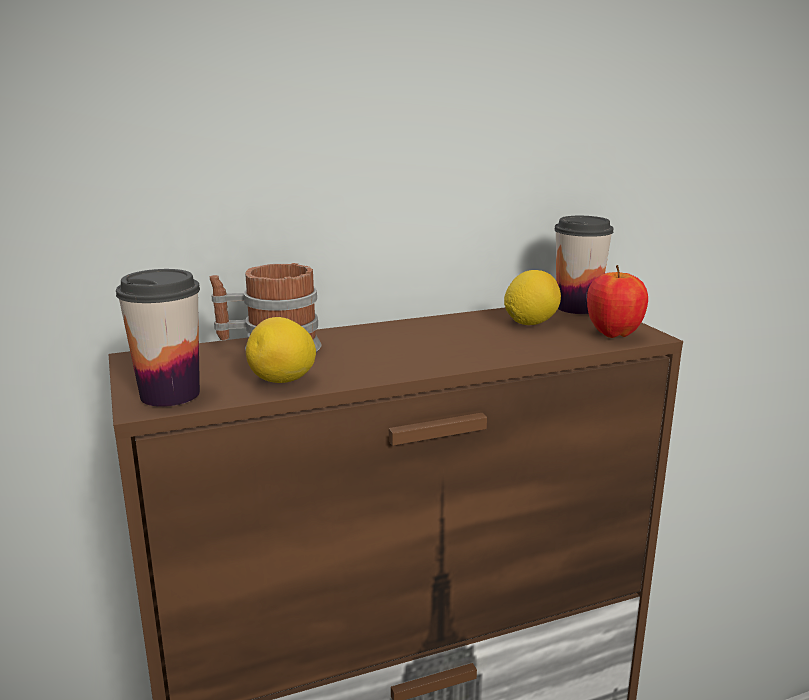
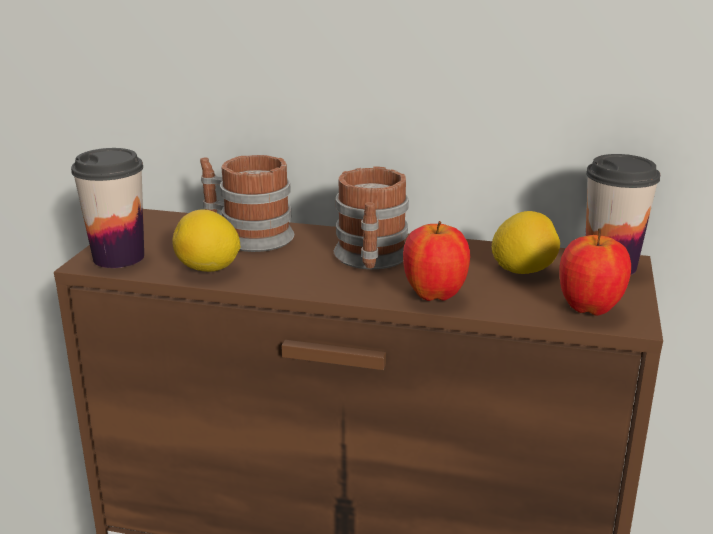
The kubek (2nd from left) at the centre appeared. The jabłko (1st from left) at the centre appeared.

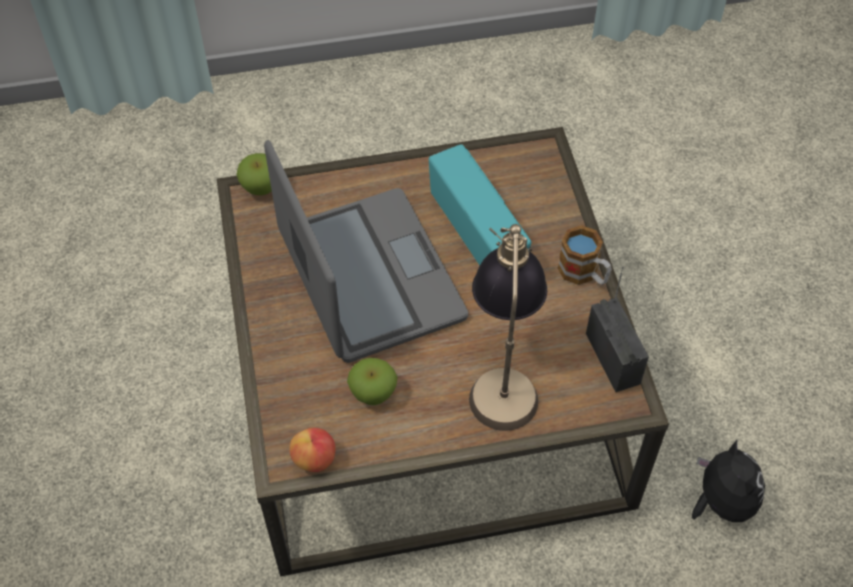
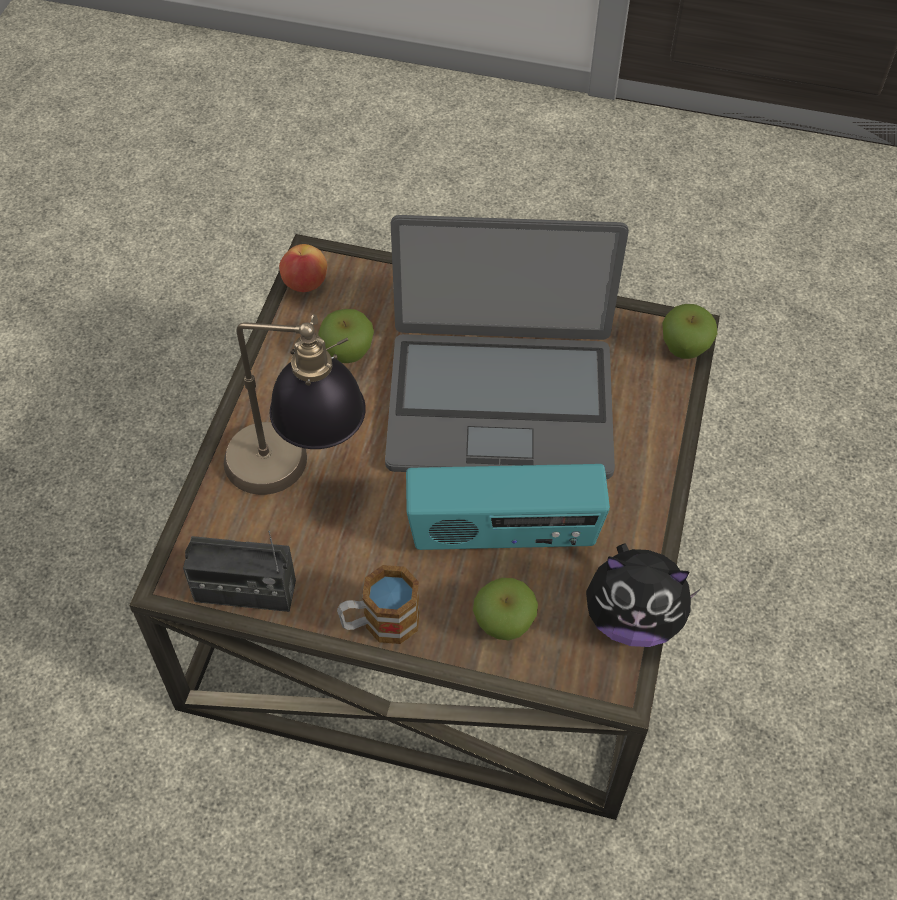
The jabłko (3rd from left) at the bottom centre appeared. The pluszak moved from the bottom right to the middle right.

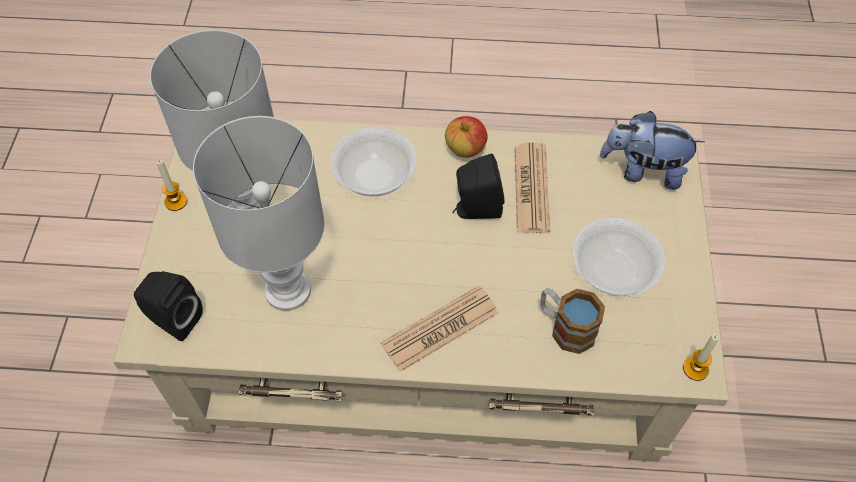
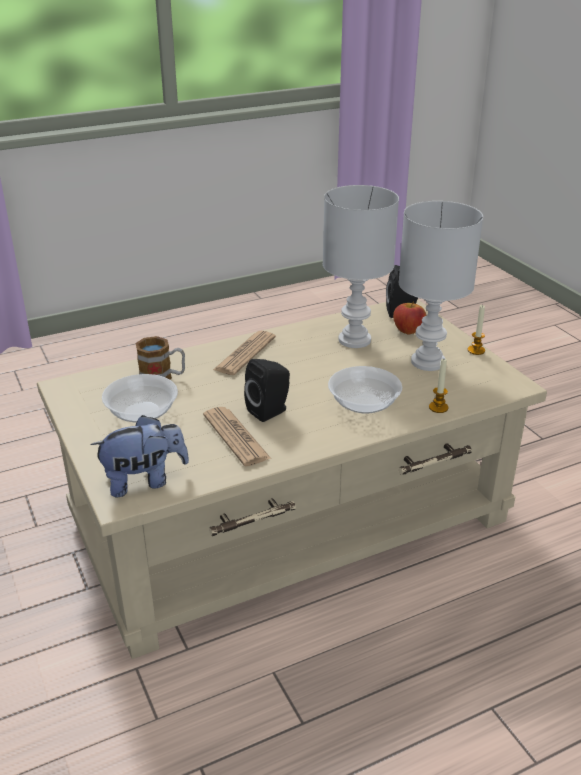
The jabłko moved from the top centre to the middle right. The świeca (2nd from left in the first image) moved from the bottom right to the middle right.

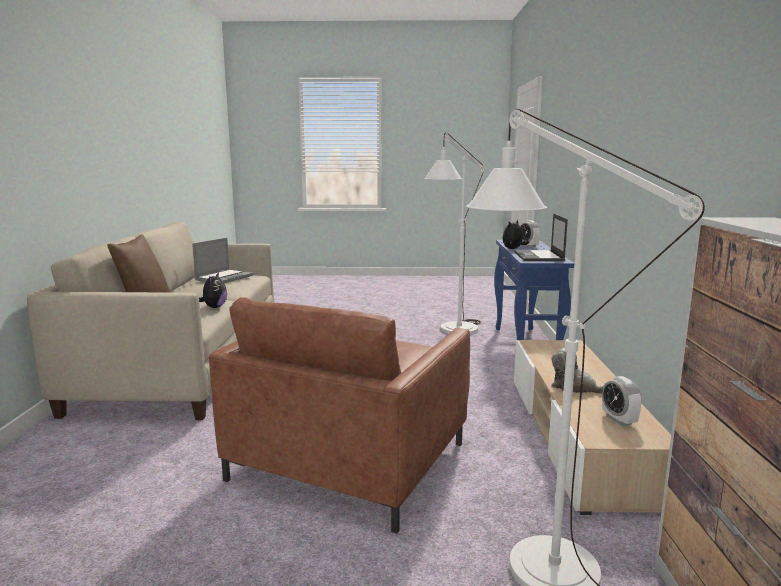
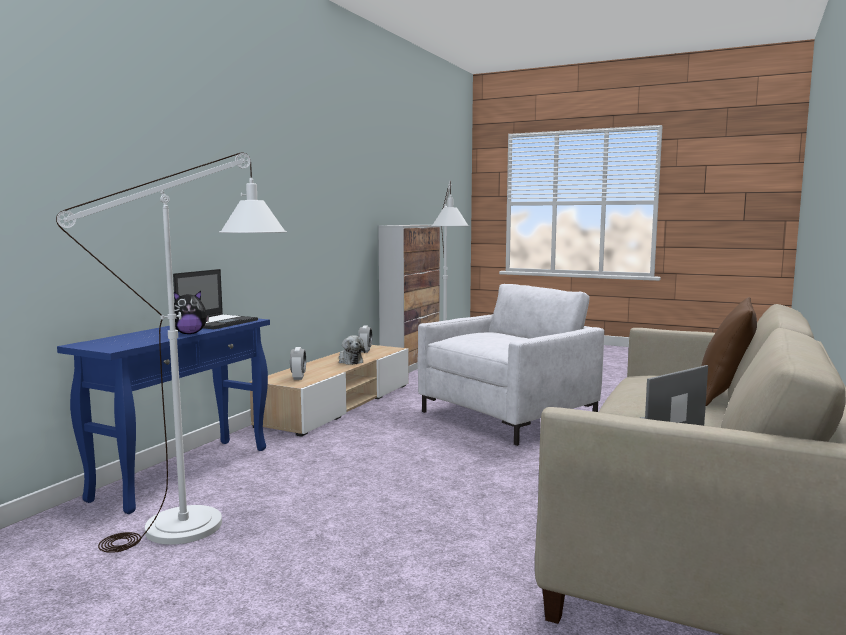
The pluszak (1st from left) at the middle left disappeared. The budzik (1st from left) moved from the middle right to the centre. The fotel [brązowy] at the bottom centre became the fotel [biały] at the centre.

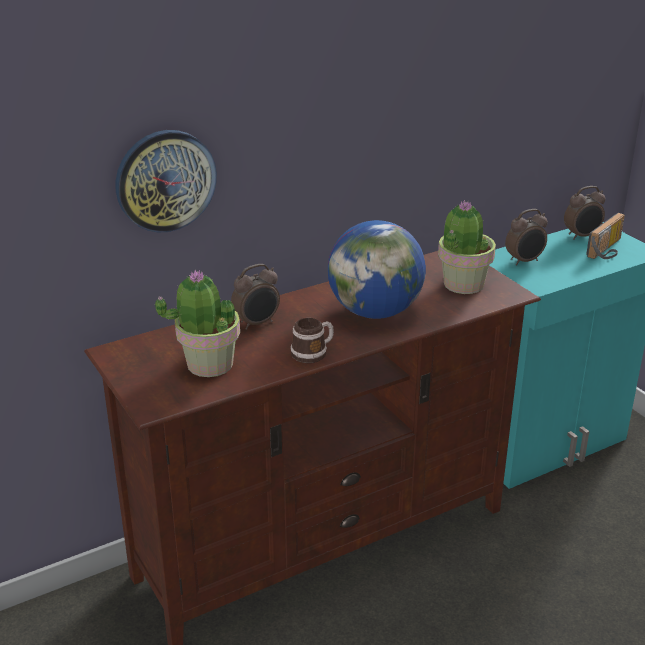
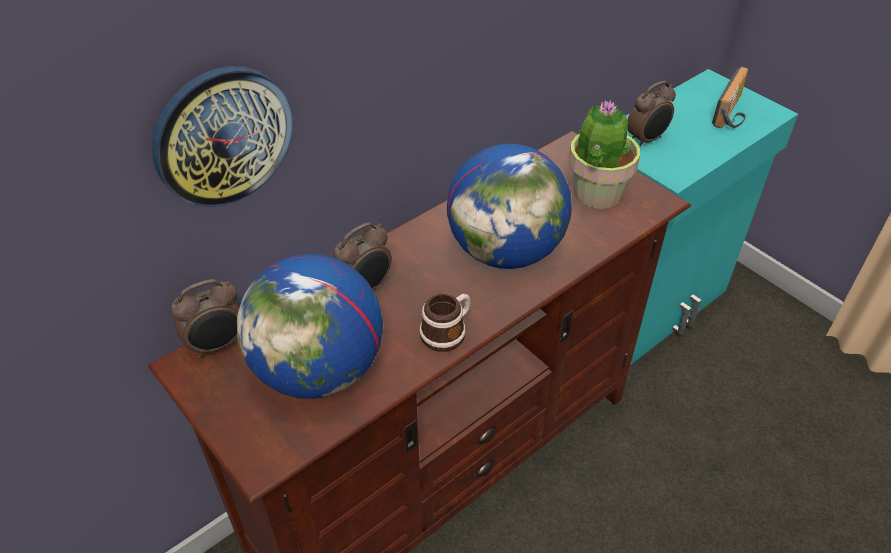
The budzik (3rd from left in the first image) moved from the top right to the middle left. The roślina doniczkowa (1st from left) at the middle left was replaced by the globus (1st from left) at the centre.

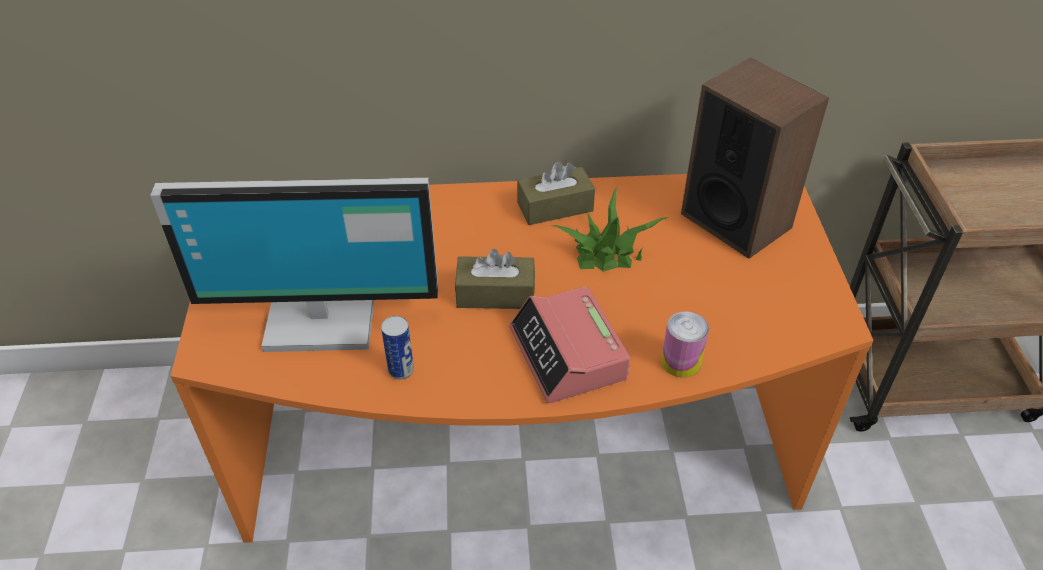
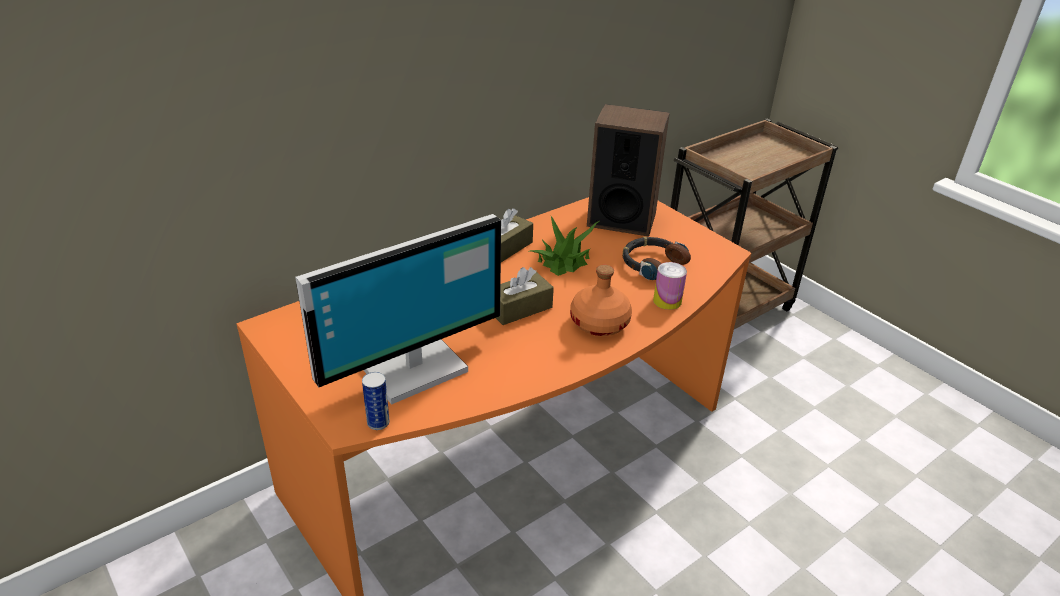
The słuchawki at the centre appeared. The puszka (1st from left) moved from the centre to the bottom centre. The budzik at the centre was replaced by the butelka [pomarańczowy] at the centre.

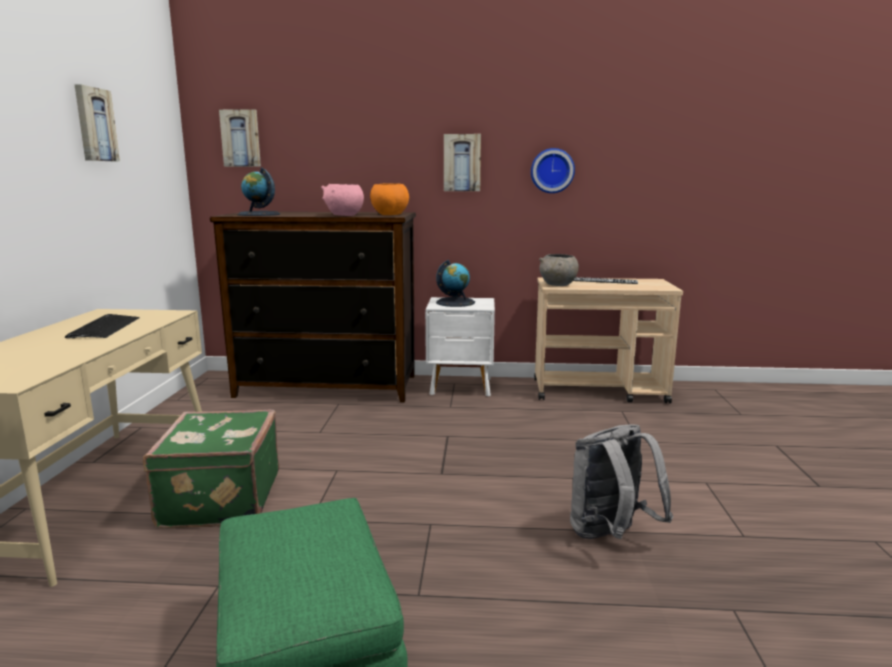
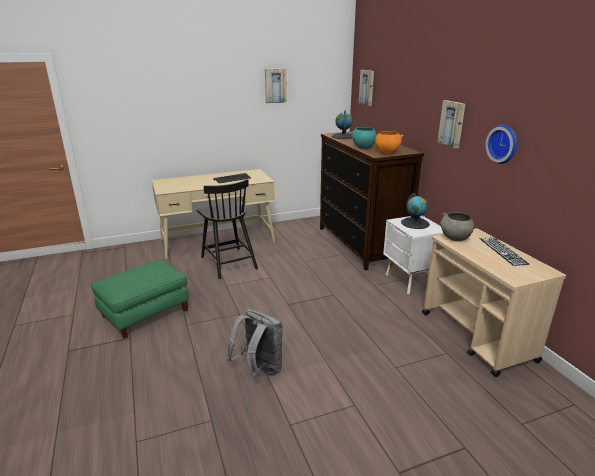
The walizka [zielony] at the bottom left was replaced by the krzesło [czarny] at the centre. The miska [różowy] at the top centre became the miska [turkusowy] at the top centre.

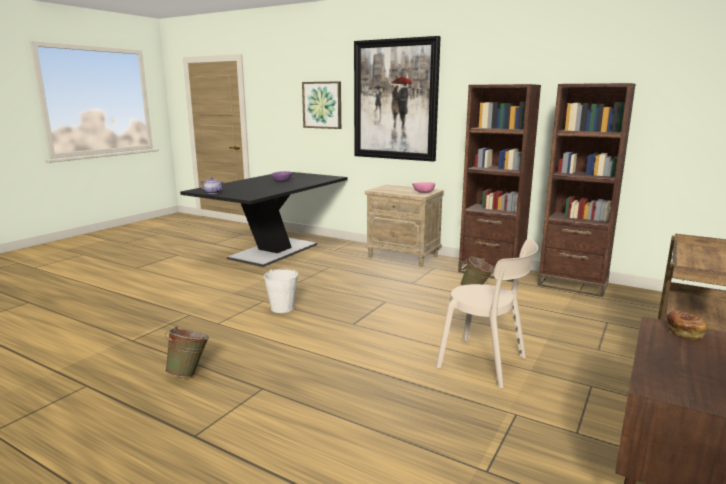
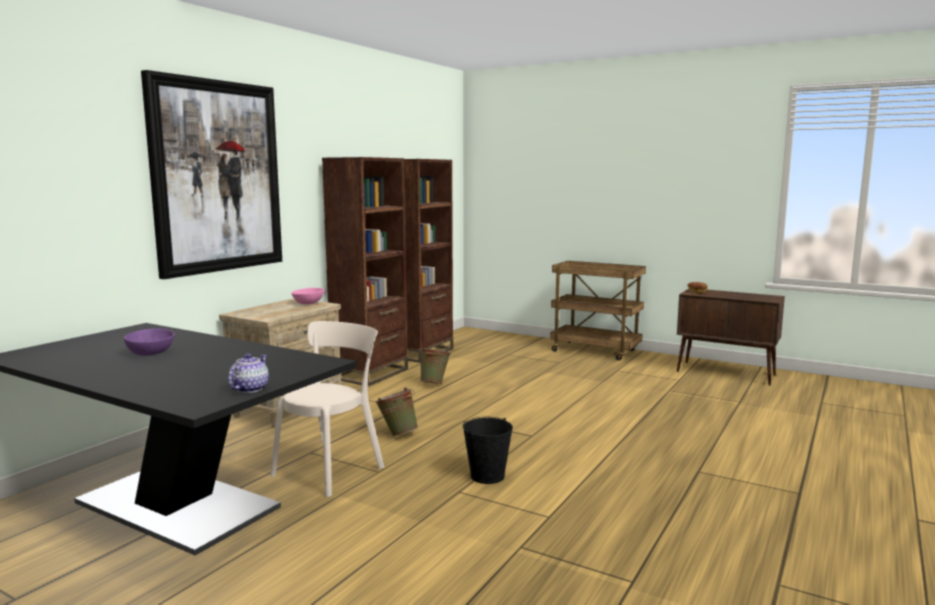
The obraz (1st from left) at the top centre disappeared. The wiadro [zielony] (1st from left) moved from the bottom left to the bottom centre. The krzesło [beżowy] moved from the middle right to the bottom centre. The wiadro [biały] at the centre became the wiadro [czarny] at the bottom centre.

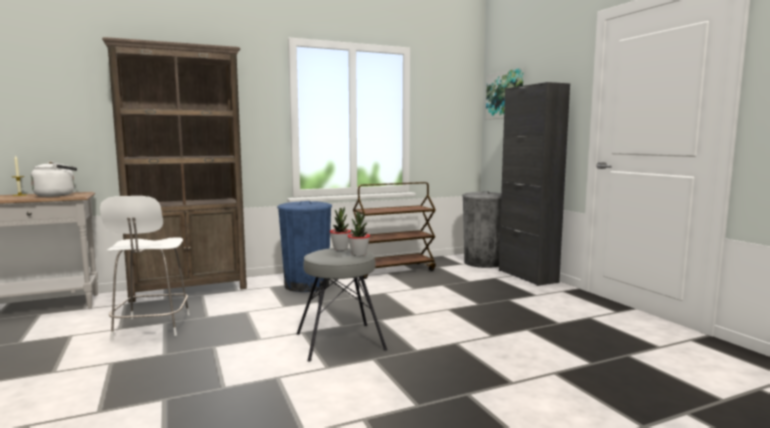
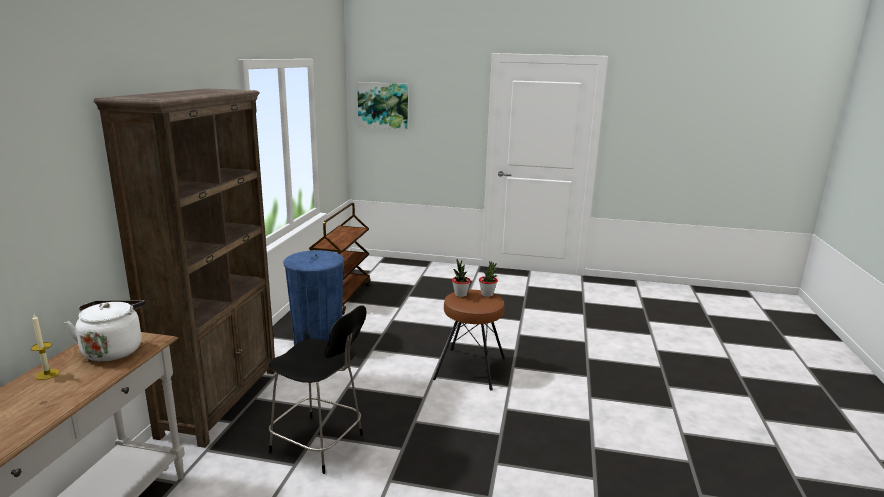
The kosz na śmieci [szary] at the centre disappeared. The szafka [czarny] at the middle right disappeared. The krzesło [biały] at the middle left became the krzesło [czarny] at the bottom centre. The stołek [szary] at the bottom centre became the stołek [brązowy] at the bottom centre.

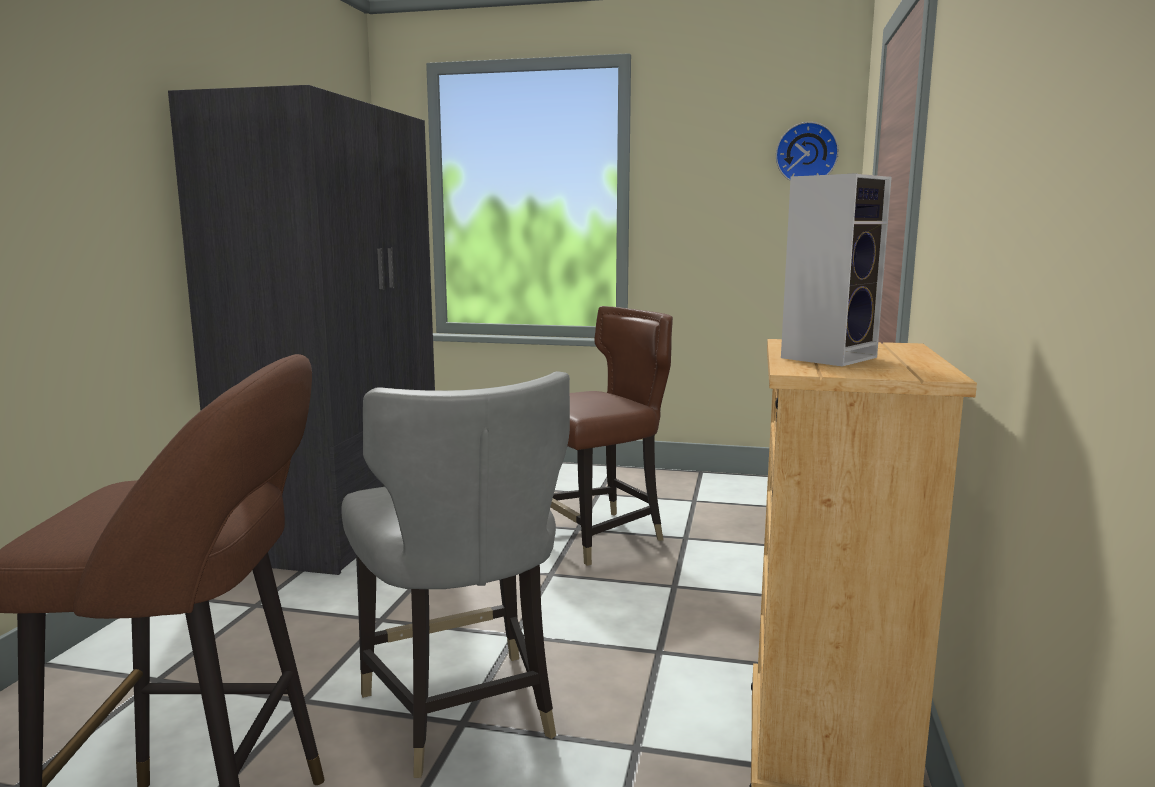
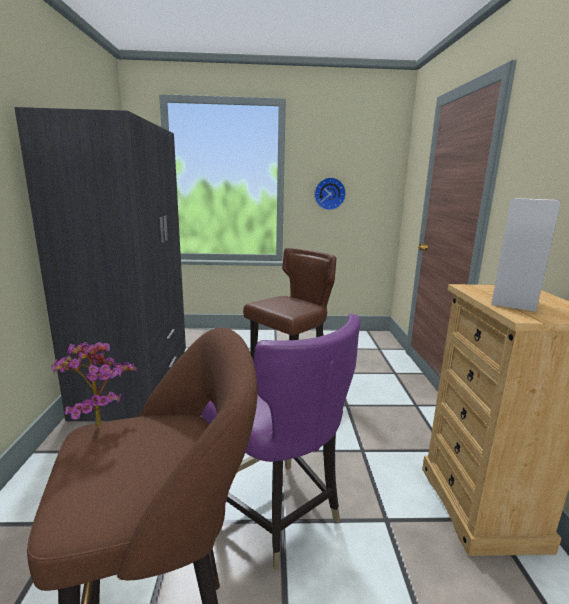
The roślina doniczkowa at the middle left appeared. The zegar ścienny moved from the top right to the top centre. The krzesło [szary] at the bottom centre became the krzesło [fioletowy] at the bottom centre.

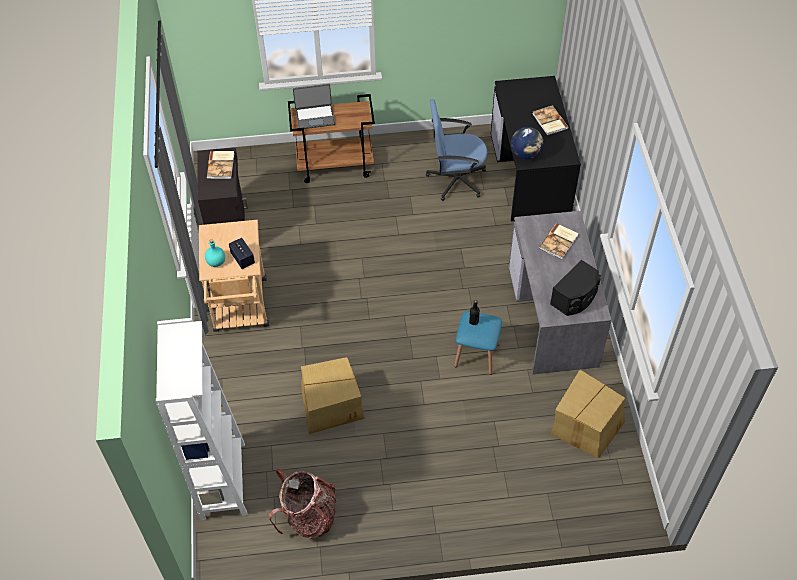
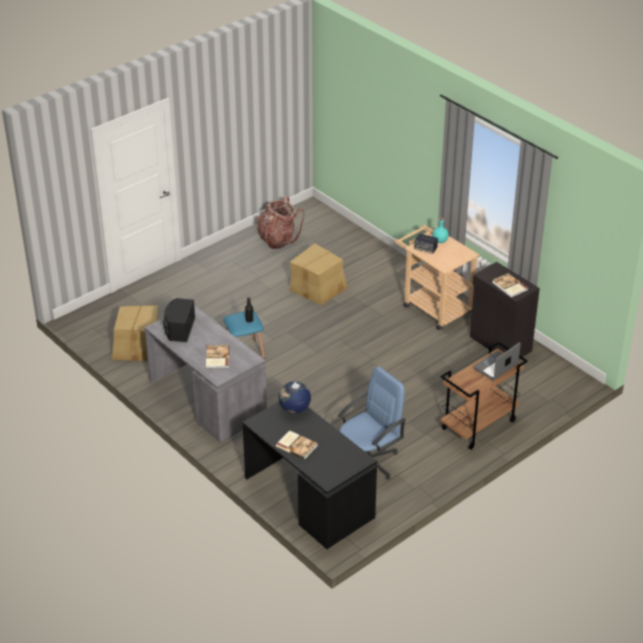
The regał [biały] at the bottom left disappeared.

